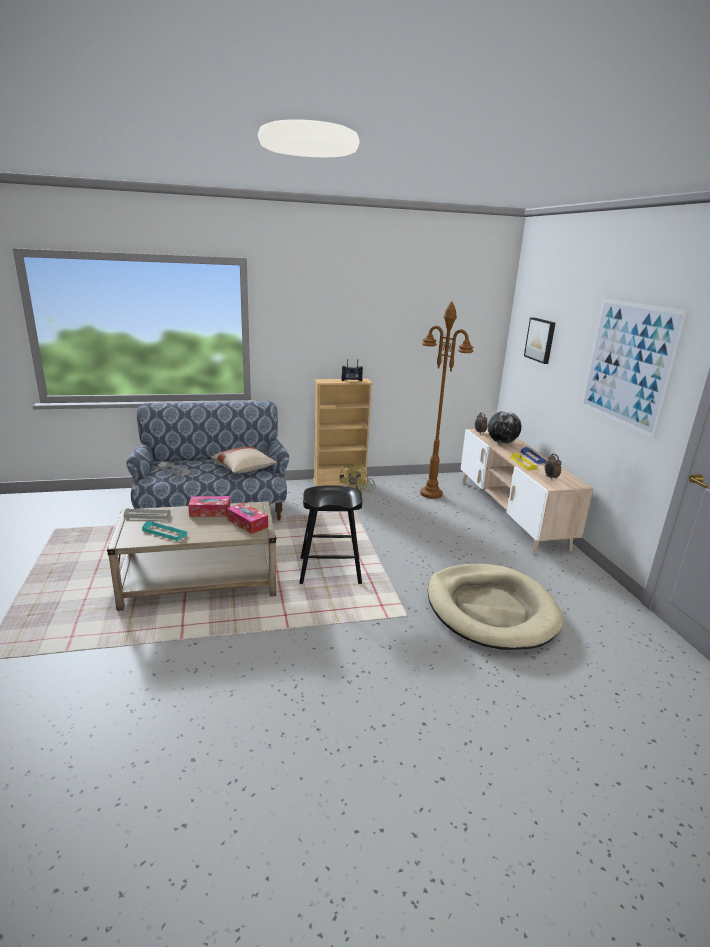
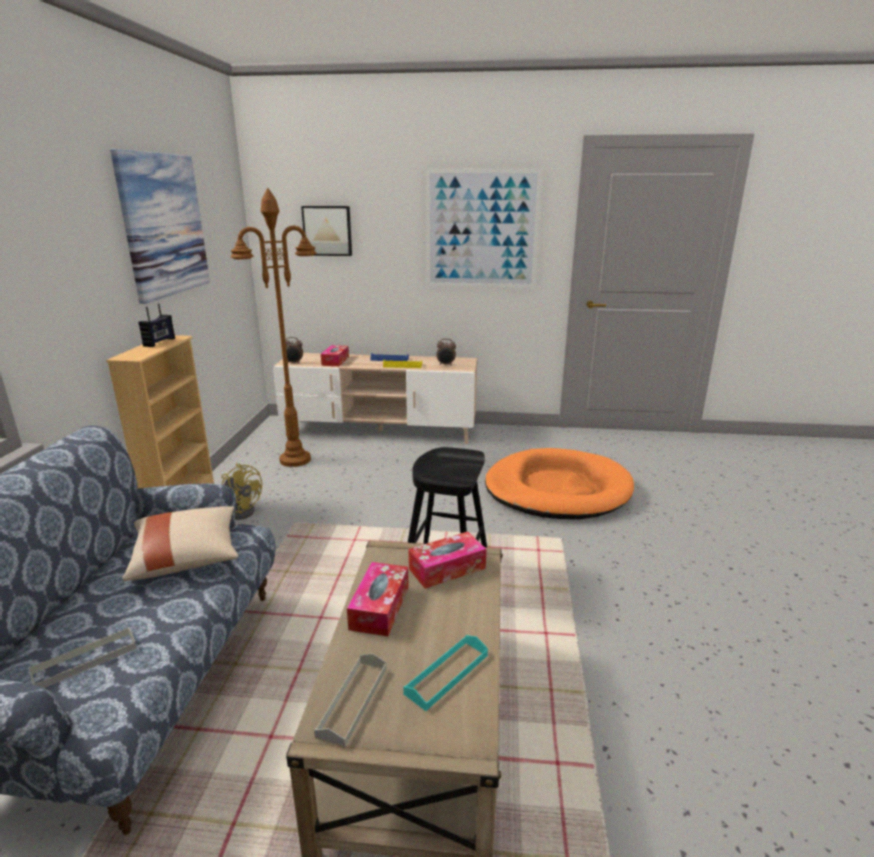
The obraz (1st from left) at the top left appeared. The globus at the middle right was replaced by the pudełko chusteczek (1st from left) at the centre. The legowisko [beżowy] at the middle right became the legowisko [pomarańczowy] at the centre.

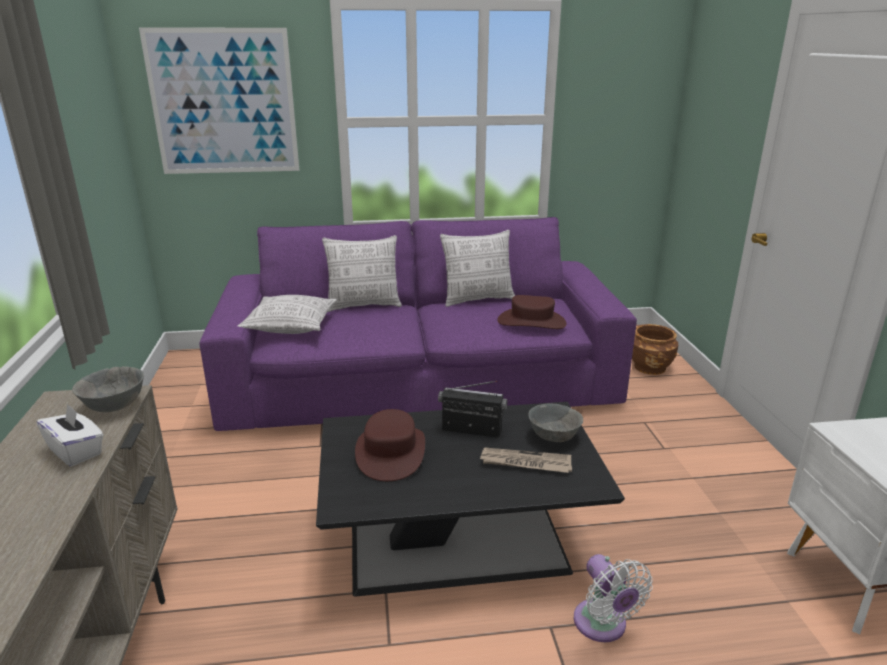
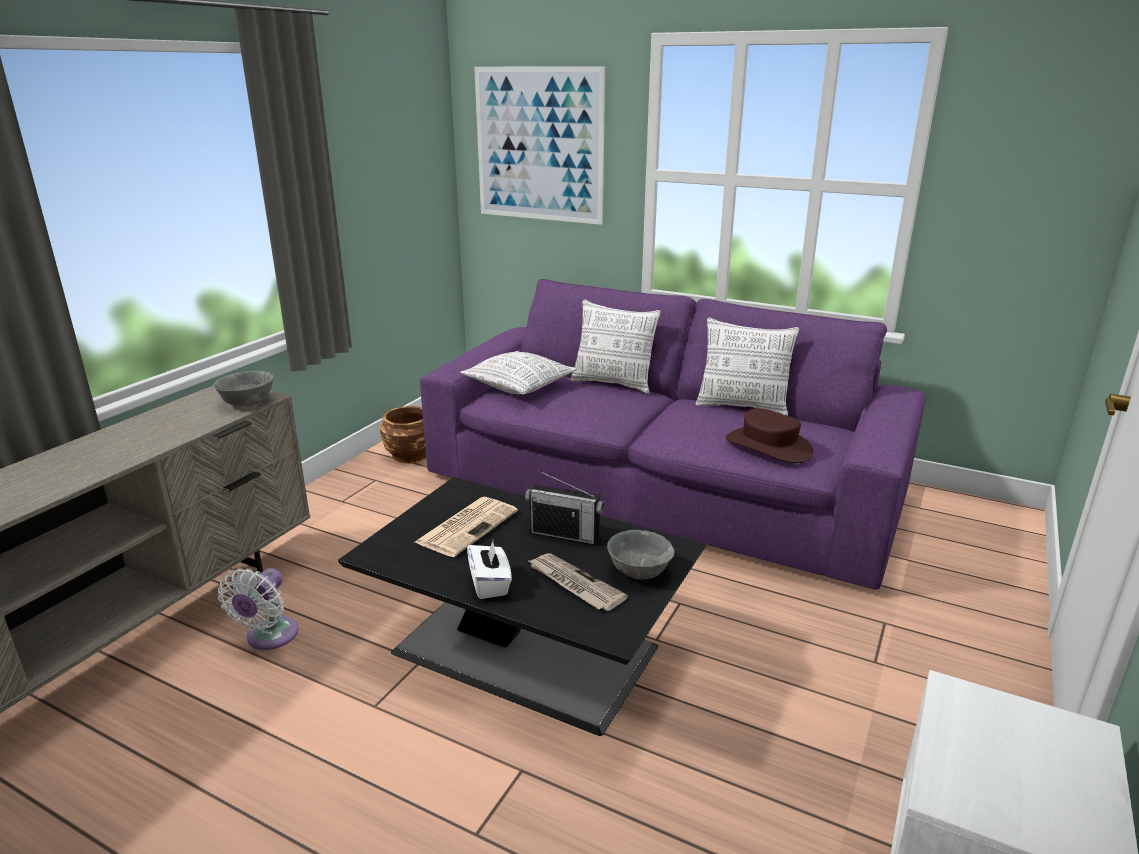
The pudełko chusteczek [biały] moved from the middle left to the bottom centre. The wentylator [biały] moved from the bottom right to the bottom left. The donica [brązowy] moved from the middle right to the centre. The kapelusz [brązowy] (1st from left) at the bottom centre was replaced by the gazeta (1st from left) at the centre. The radio at the centre turned 150 degrees clockwise.

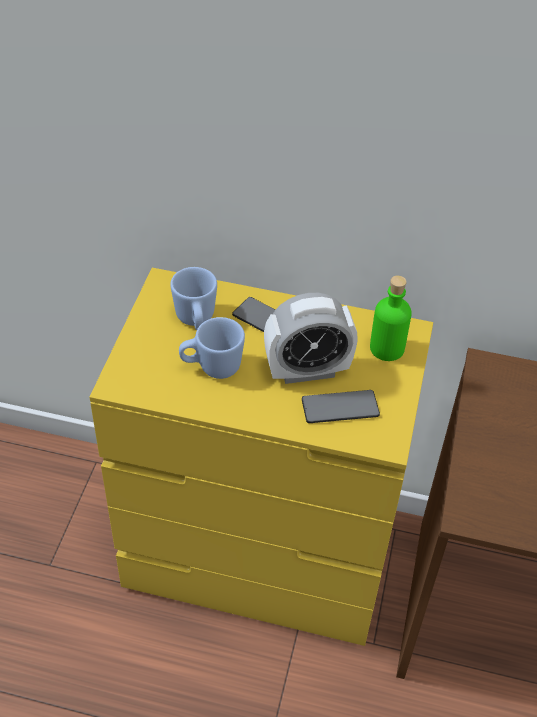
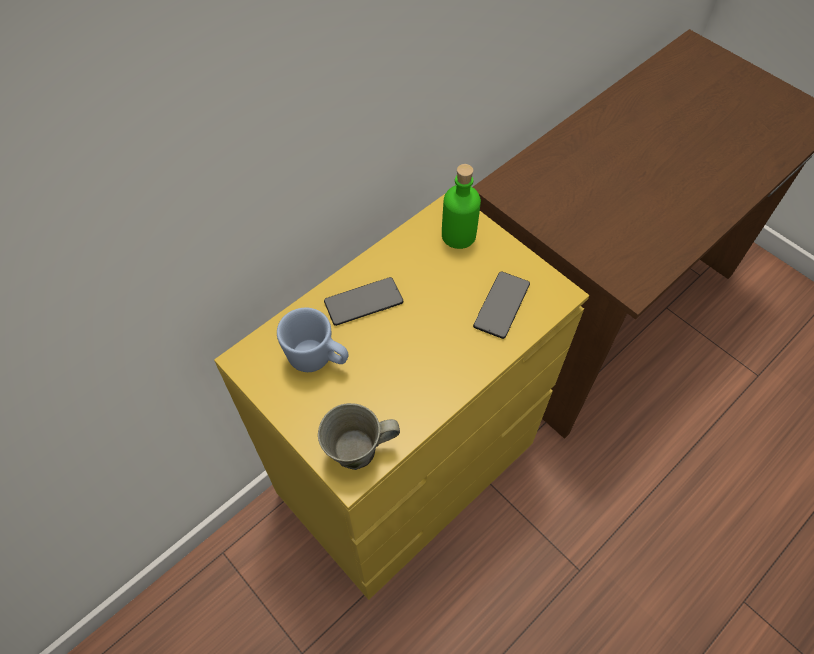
The kubek [niebieski] (2nd from left) at the centre disappeared. The budzik at the centre disappeared. The kubek [szary] at the bottom centre appeared.

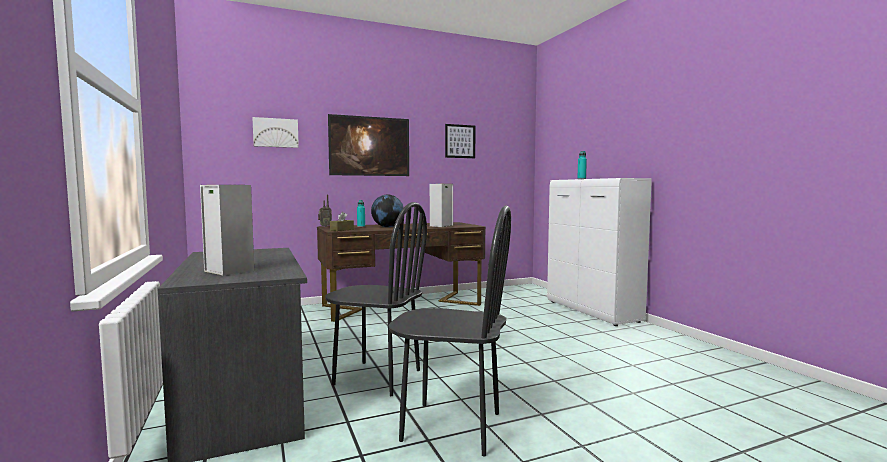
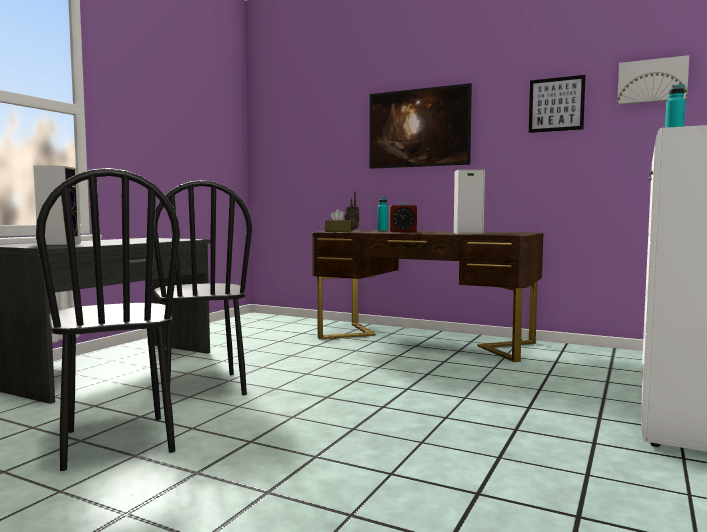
The obraz (1st from left in the first image) moved from the top left to the top right. The globus at the centre was replaced by the budzik at the centre.

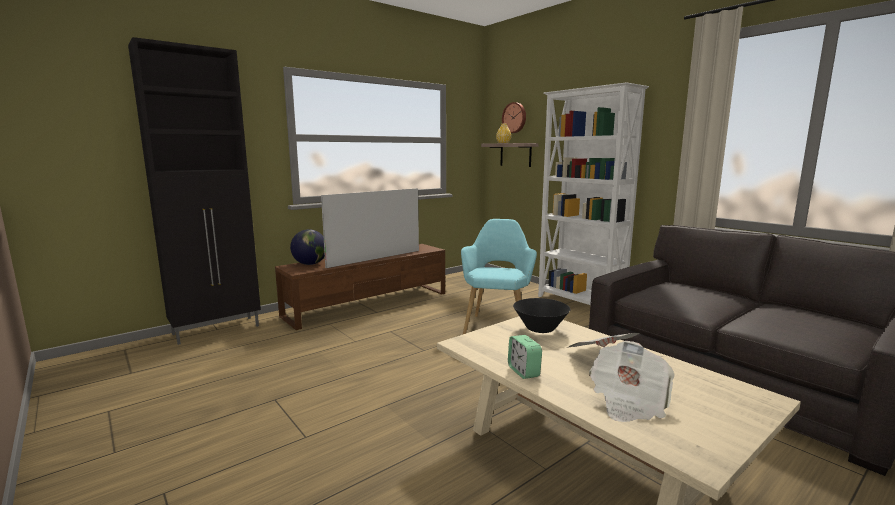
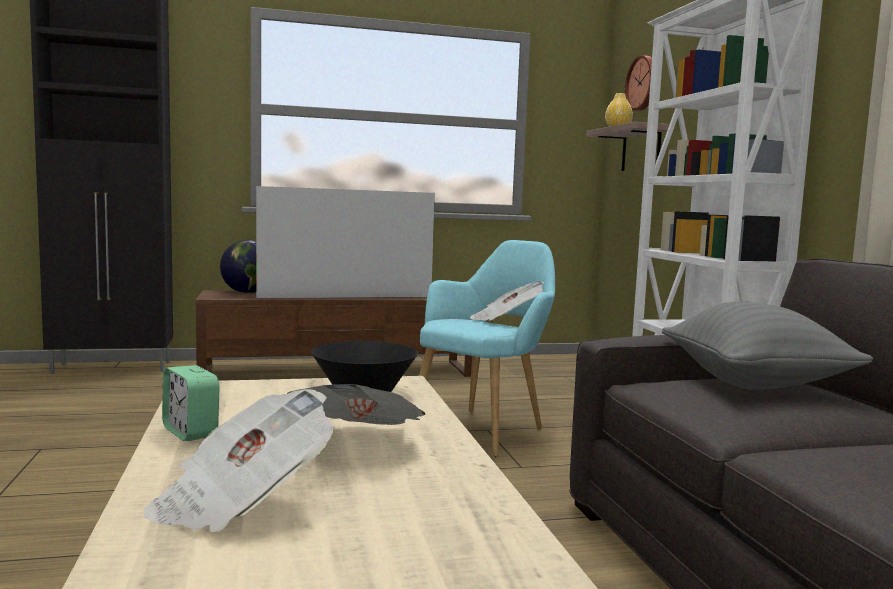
The gazeta (3rd from left) at the centre appeared. The poduszka [szary] at the middle right appeared. The budzik at the bottom centre turned 45 degrees counterclockwise.

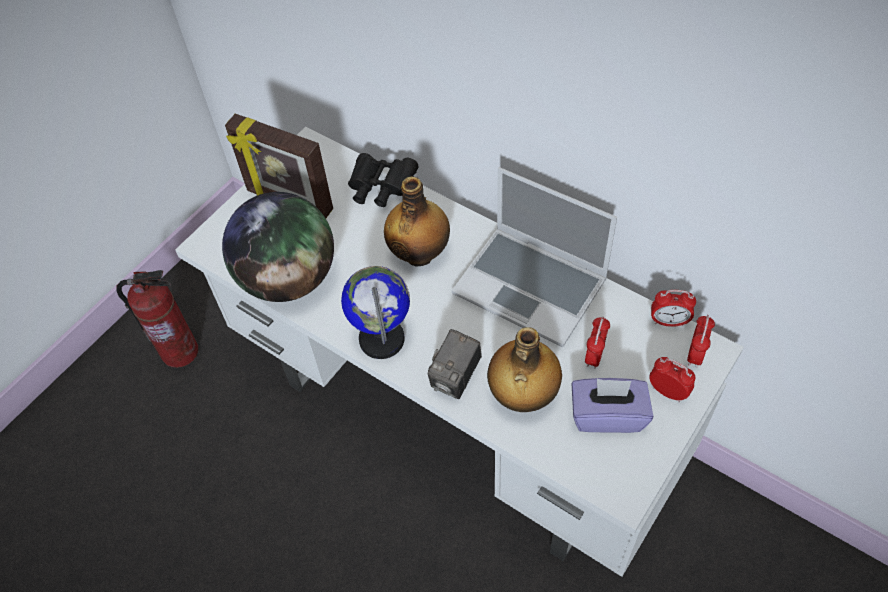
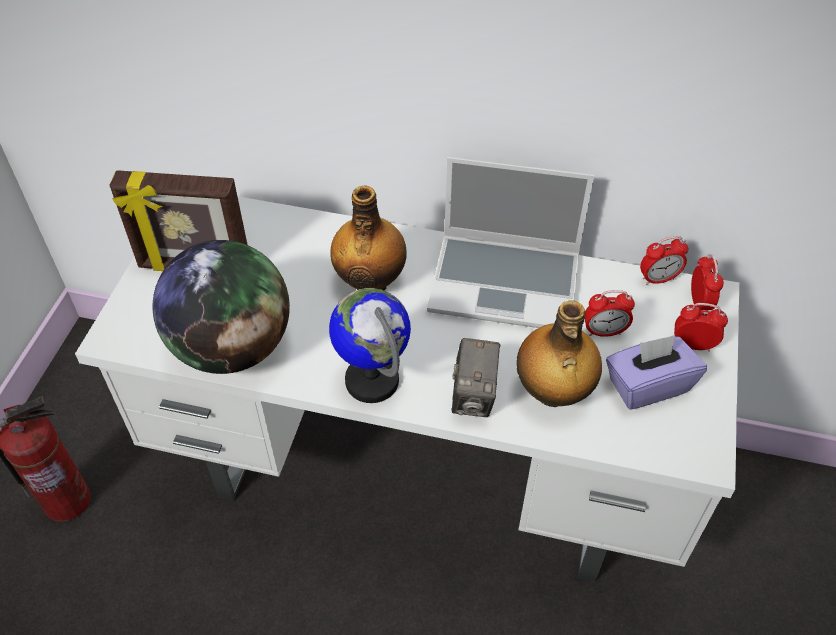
The lornetka [czarny] at the top centre disappeared. The budzik (1st from left) at the middle right turned 90 degrees clockwise.

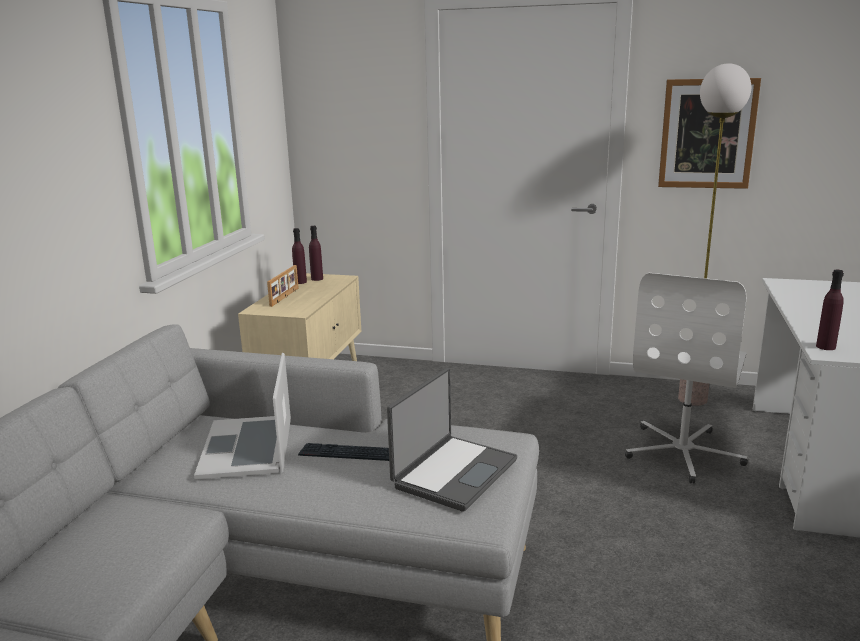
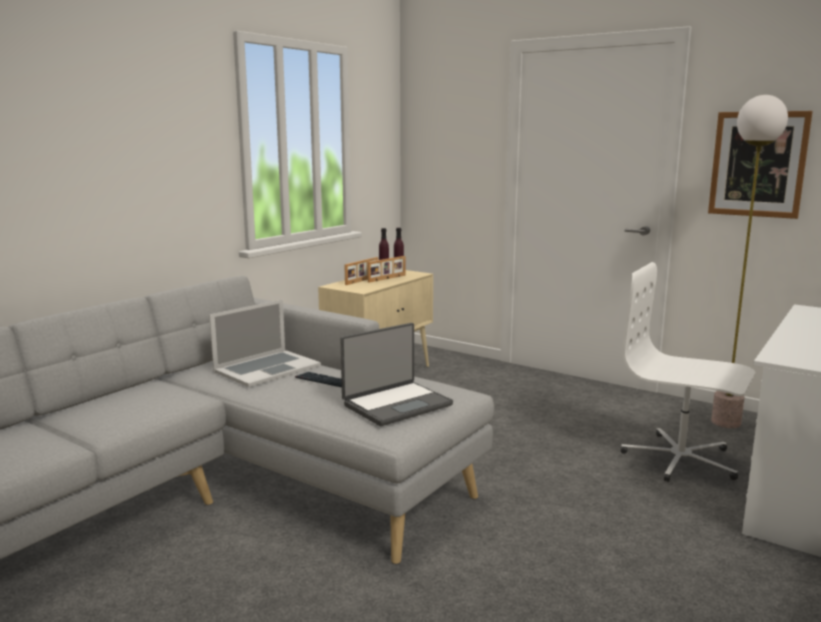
The butelka [fioletowy] (3rd from left) at the middle right disappeared. The ramka na zdjęcie (2nd from left) at the centre appeared. The laptop (1st from left) at the middle left turned 150 degrees counterclockwise. The krzesło biurowe [biały] at the middle right turned 75 degrees clockwise.

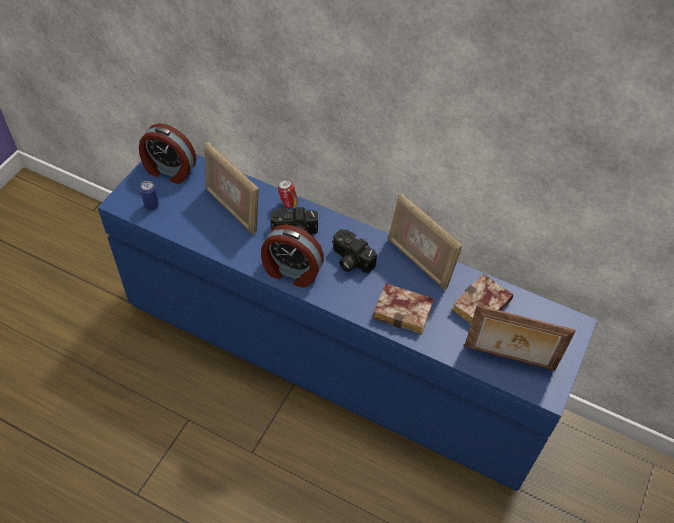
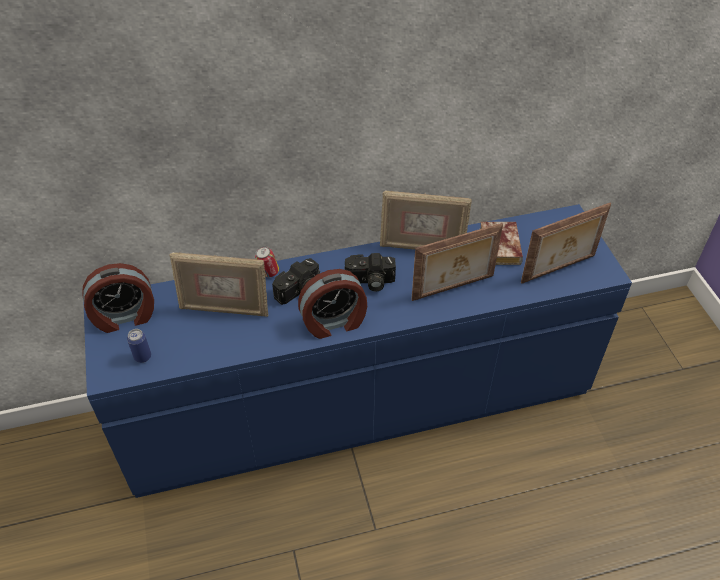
The książka (1st from left) at the centre was replaced by the ramka na zdjęcie (3rd from left) at the centre.

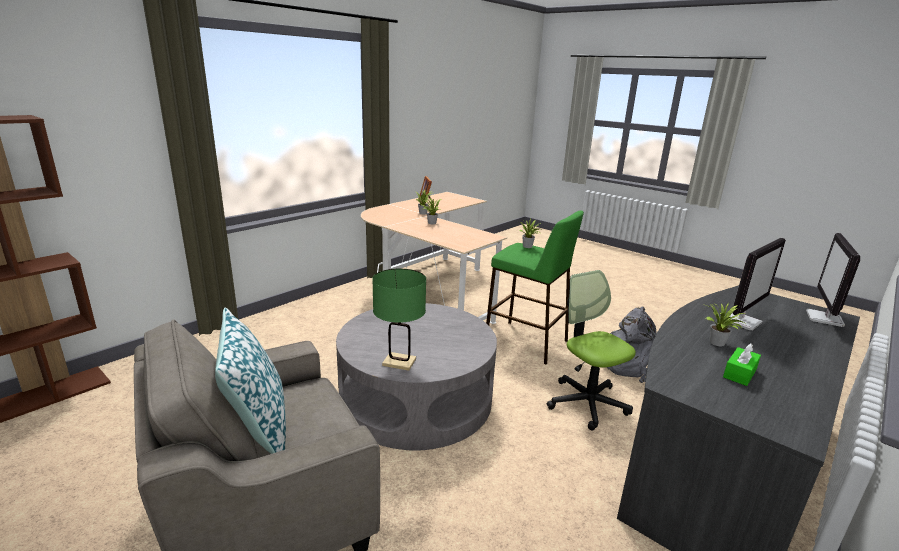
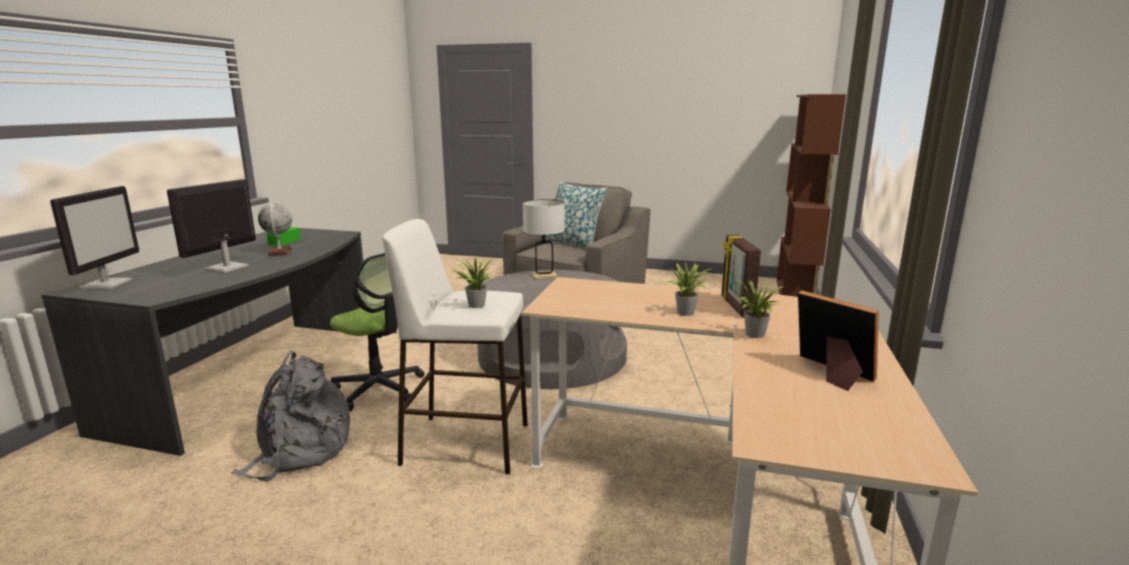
The ramka na zdjęcie (1st from left) at the centre appeared. The roślina doniczkowa (4th from left) at the middle right was replaced by the globus at the middle left. The lampa stołowa [zielony] at the centre became the lampa stołowa [biały] at the centre. The stołek [zielony] at the centre became the stołek [biały] at the centre.

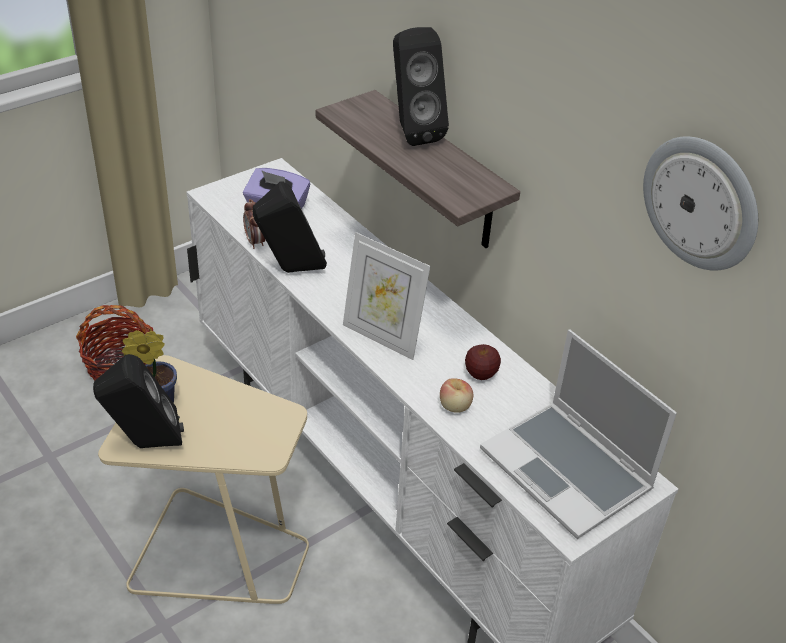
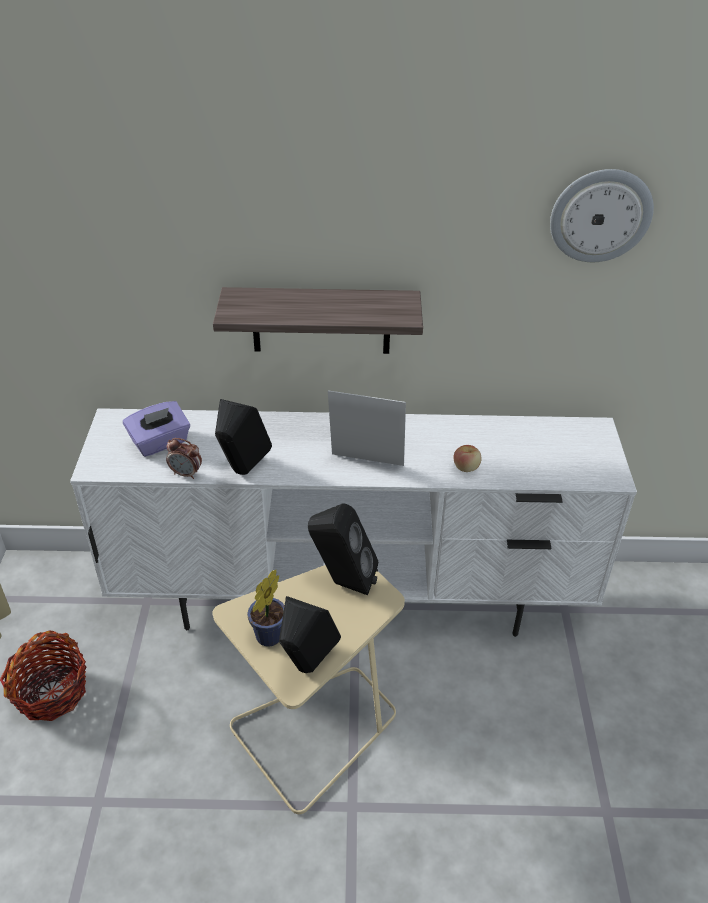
The jabłko (2nd from left) at the centre disappeared. The laptop at the bottom right disappeared. The głośnik [czarny] (3rd from left) moved from the top centre to the centre. The ramka na zdjęcie at the centre turned 150 degrees counterclockwise.

